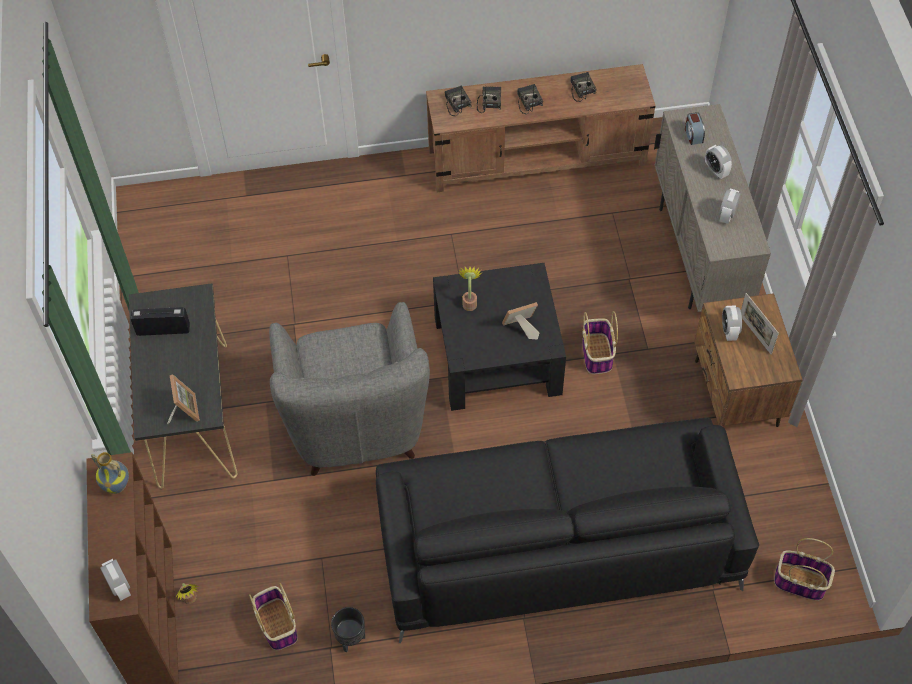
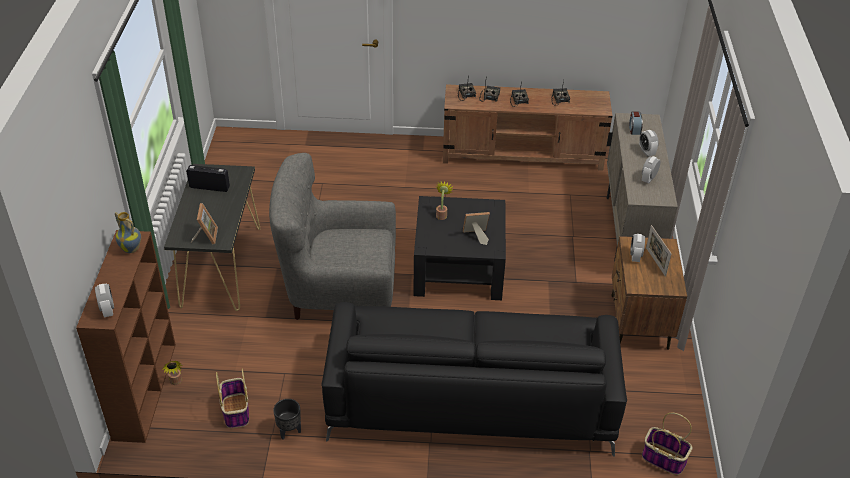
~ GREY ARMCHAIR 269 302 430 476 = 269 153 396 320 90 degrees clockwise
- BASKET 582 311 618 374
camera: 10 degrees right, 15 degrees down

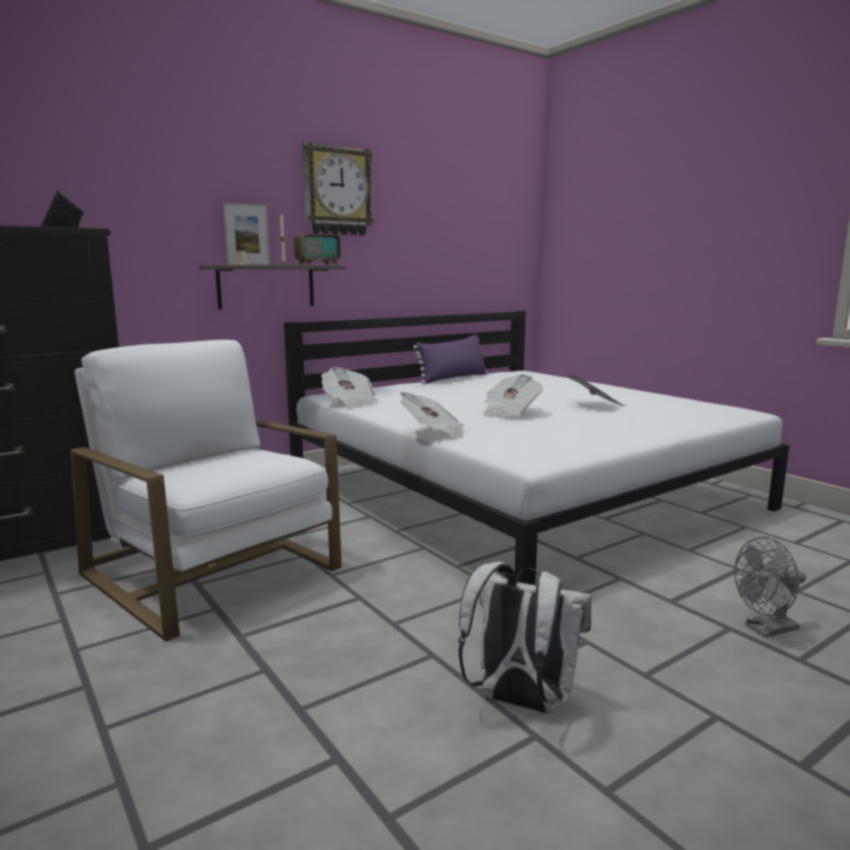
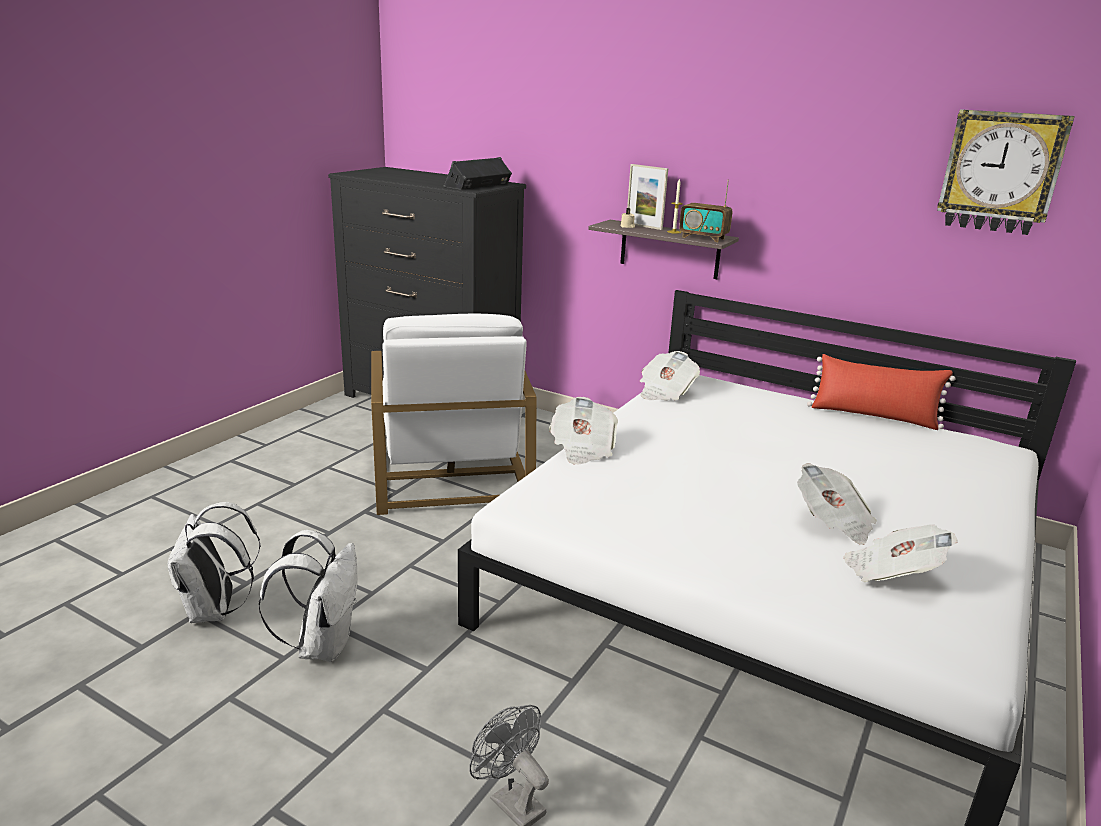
+ WHITE BACKPACK 168 502 261 623
~ WHITE ARMCHAIR 70 340 342 642 = 371 314 536 515 150 degrees clockwise
~ PURPLE PILLOW 413 334 487 384 to RED PILLOW 807 354 955 430
~ NEWSPAPER 483 374 543 417 to 843 524 958 582
~ WALL CLOCK 303 142 374 236 to 937 109 1075 235
camera: 65 degrees right, 10 degrees up

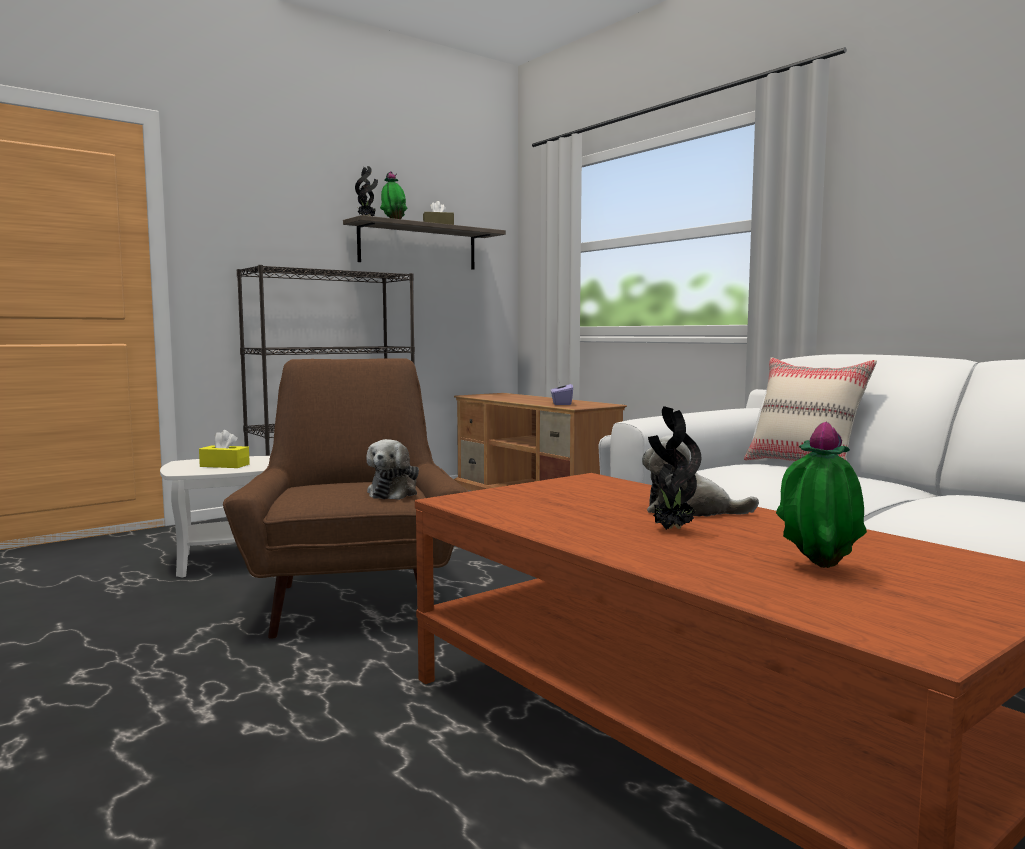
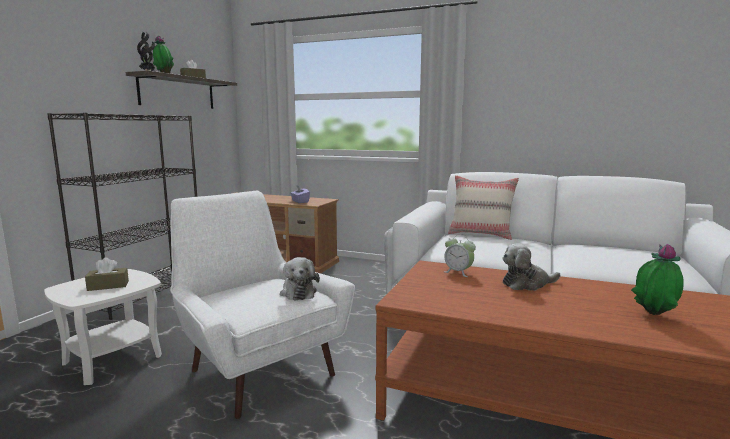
~ YELLOW TISSUE BOX 199 430 250 468 to BROWN TISSUE BOX 85 257 129 291
~ BROWN ARMCHAIR 223 358 469 639 to WHITE ARMCHAIR 170 190 355 419
+ ALARM CLOCK 444 234 476 277
- POTTED PLANT 648 406 701 530
camera: 30 degrees left, 5 degrees up

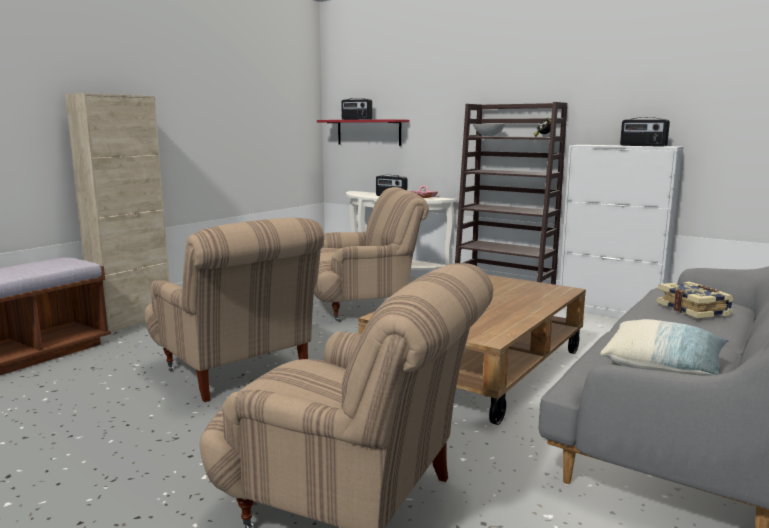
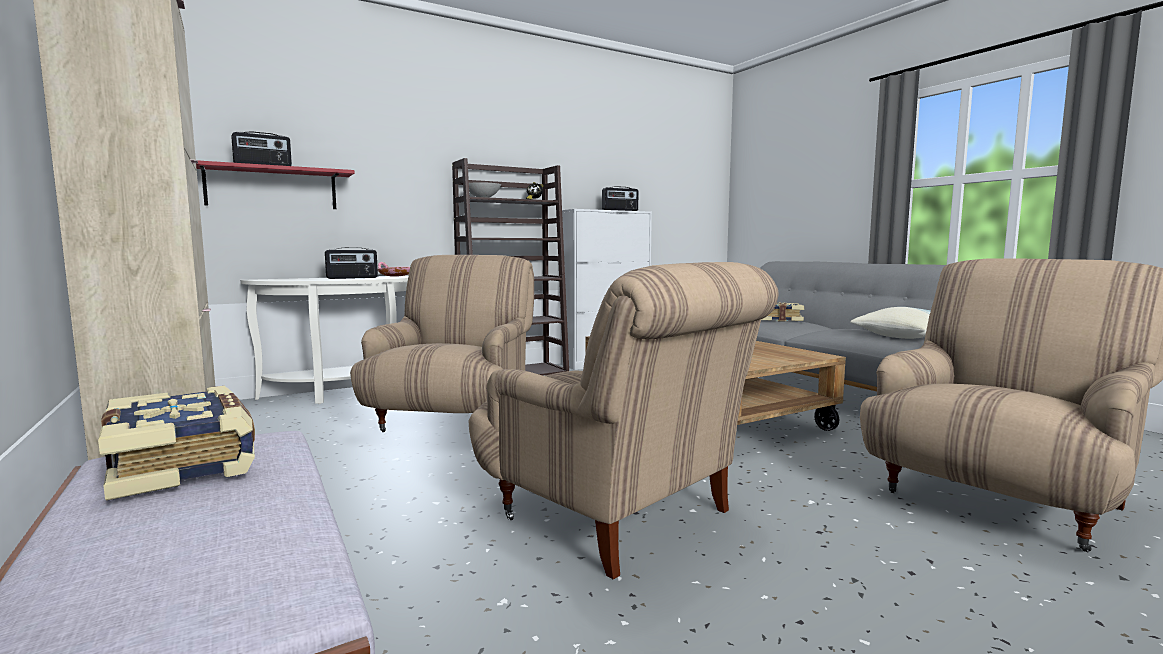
+ BOOK 98 386 255 500
~ BEIGE ARMCHAIR 145 218 325 402 = 468 262 779 580 60 degrees clockwise
camera: 65 degrees left, 5 degrees down

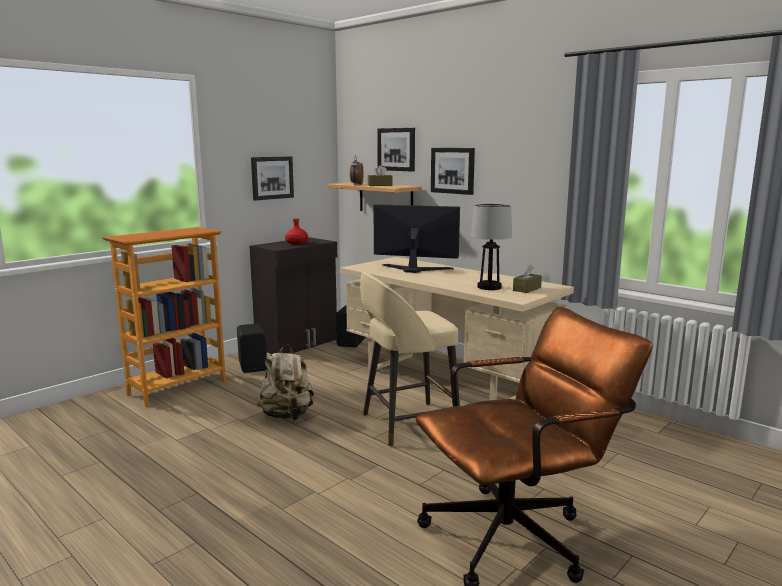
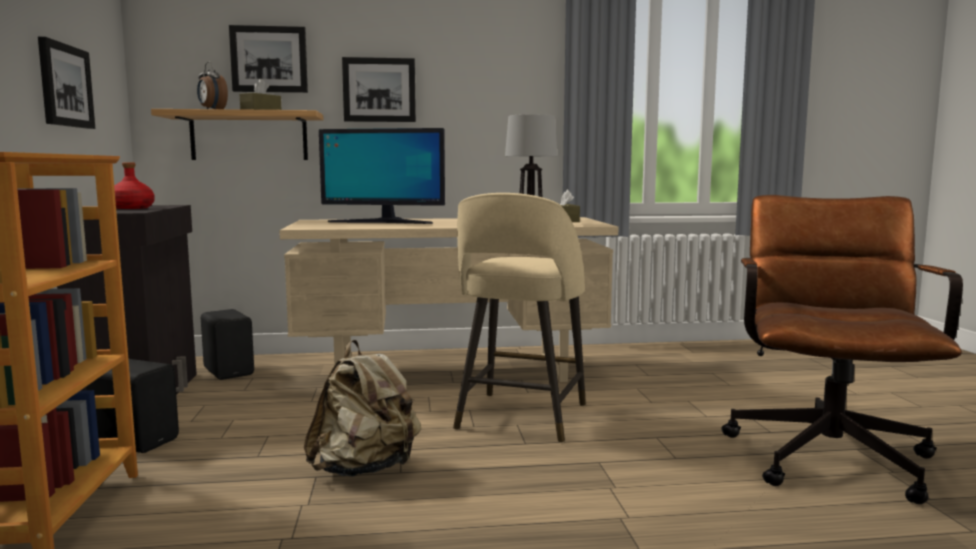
~ MONITOR 373 204 460 273 = 319 128 445 224 135 degrees counterclockwise
camera: 50 degrees left, 5 degrees down

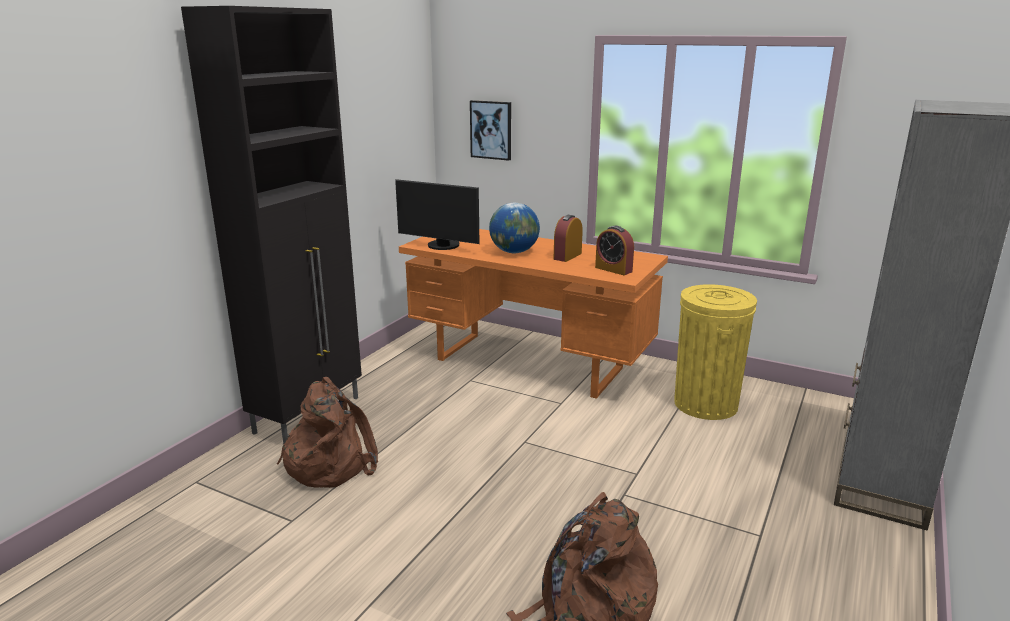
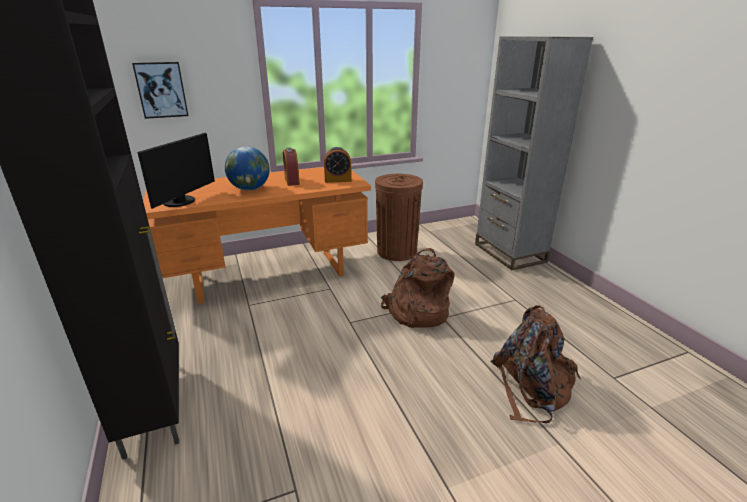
~ MONITOR 395 179 479 250 = 137 133 215 209 45 degrees counterclockwise
~ YELLOW TRASH CAN 674 284 757 420 to BROWN TRASH CAN 375 174 423 261
~ BROWN BACKPACK 277 377 378 488 to 381 248 455 328
camera: 50 degrees left, 5 degrees up

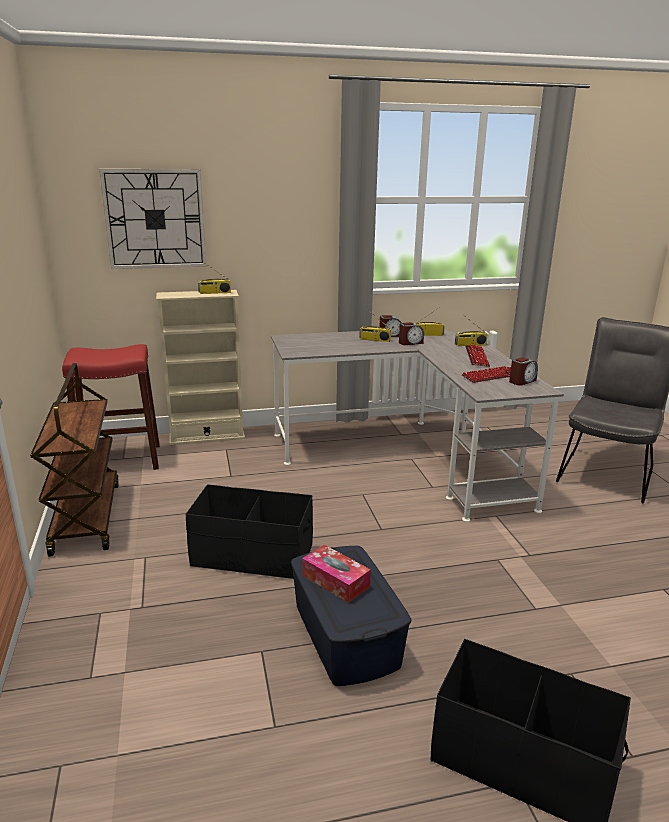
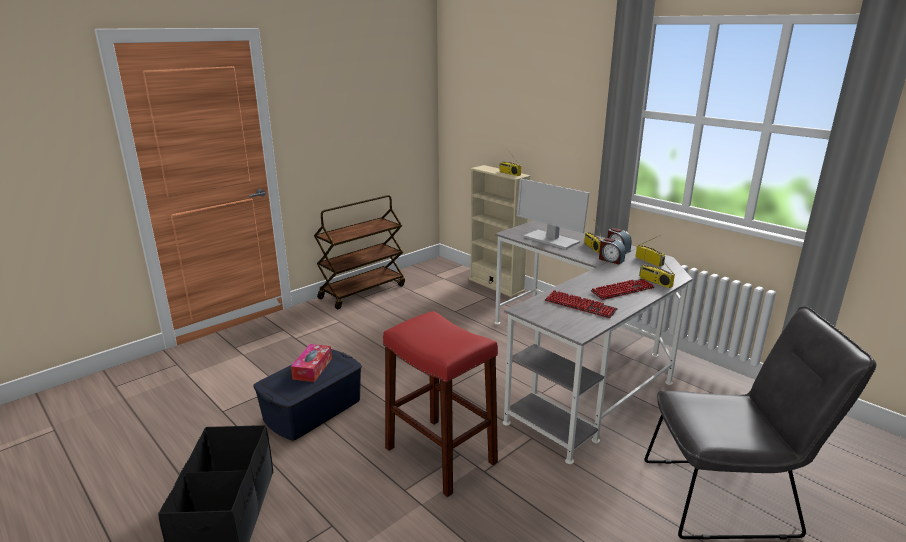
~ RED STOOL 62 344 160 470 to 383 311 498 497
+ MONITOR 516 179 589 249
- WALL CLOCK 99 169 207 269
- BLACK STORAGE BOX 185 484 313 579
- ALARM CLOCK 509 357 538 386
camera: 60 degrees right, 0 degrees up

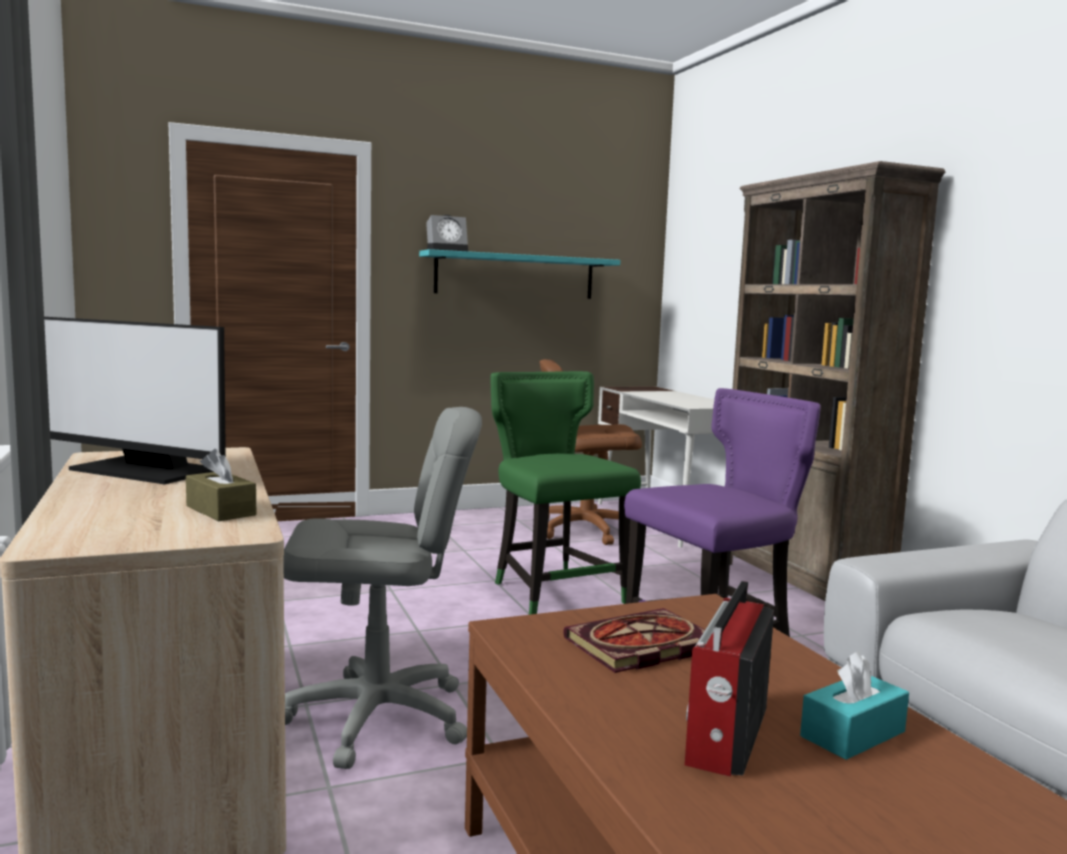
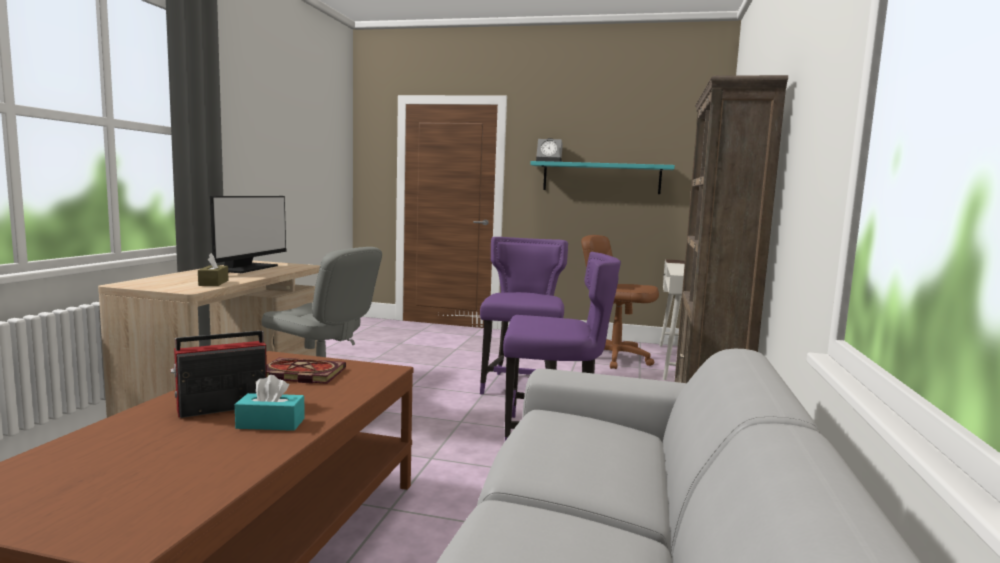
~ MONITOR 44 317 226 484 = 210 196 286 273 135 degrees counterclockwise
~ GREEN CHAIR 491 371 641 615 to PURPLE CHAIR 480 237 568 395
camera: 35 degrees right, 0 degrees up

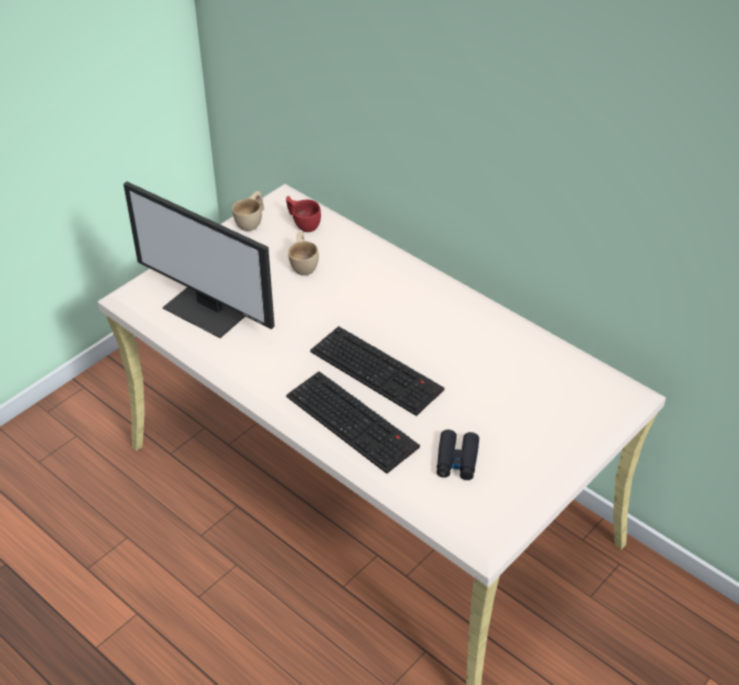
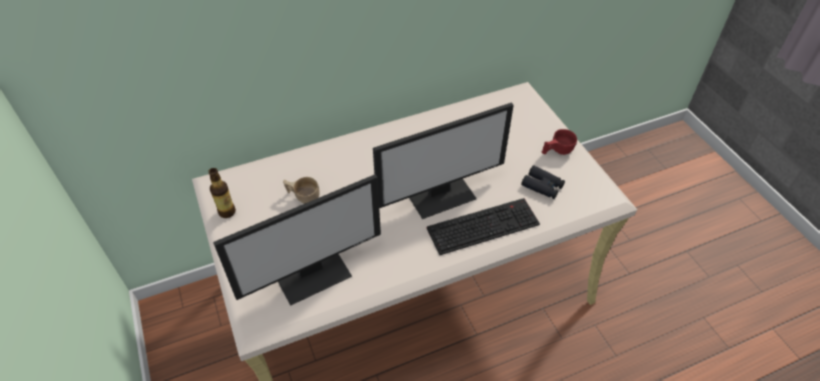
~ BEIGE CUP 232 191 264 231 to BOTTLE 208 168 236 218
~ KEYBOARD 310 326 444 416 to MONITOR 373 103 514 219
~ RED CUP 286 196 321 232 to 542 129 577 155
camera: 65 degrees left, 5 degrees up

